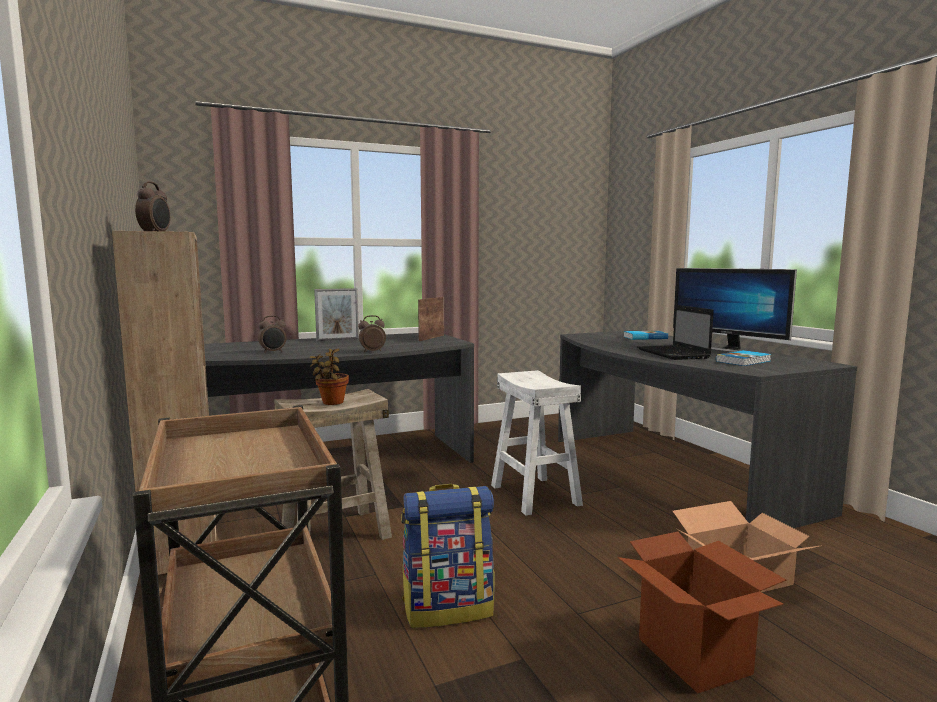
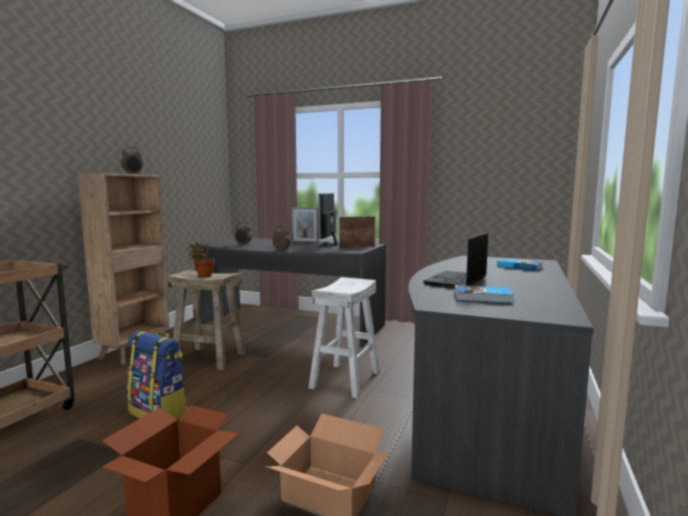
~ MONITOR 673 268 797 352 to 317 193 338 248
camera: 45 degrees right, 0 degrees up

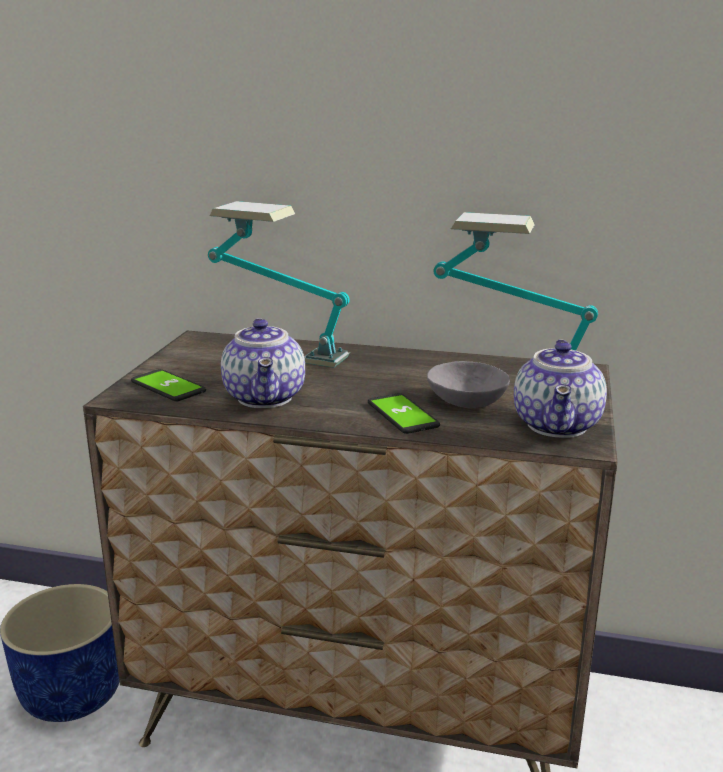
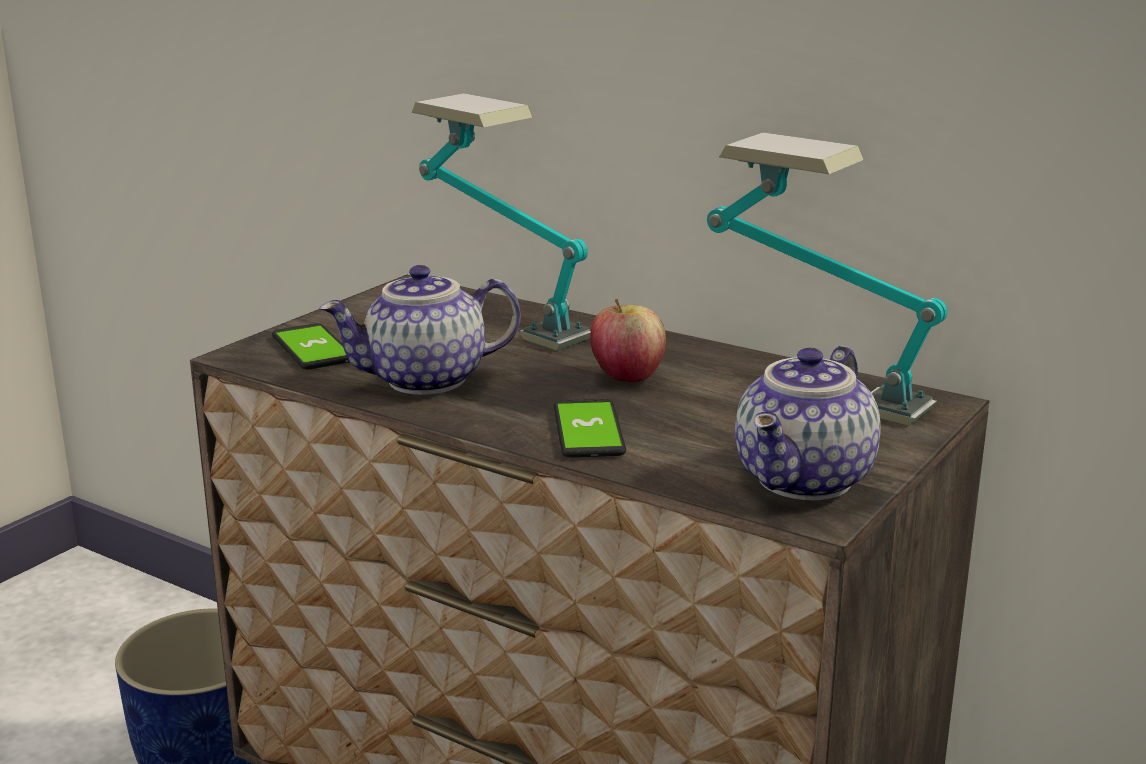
~ TEAPOT 221 318 305 408 = 319 265 521 395 60 degrees clockwise
+ APPLE 590 299 666 382
- GREY BOWL 427 361 510 408
camera: 20 degrees right, 0 degrees up

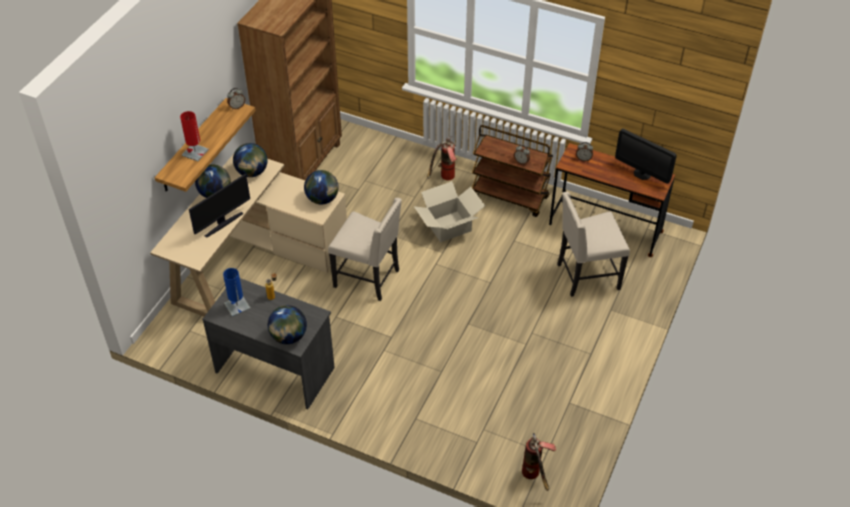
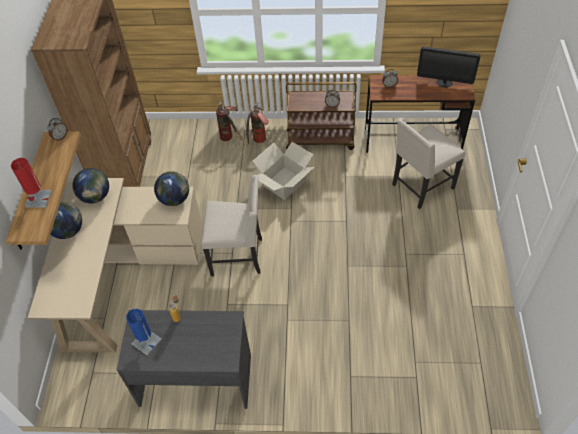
~ FIRE EXTINGUISHER 522 433 556 491 to 216 101 243 141
- MONITOR 189 174 250 238
- GLOBE 268 305 307 344
camera: 20 degrees left, 5 degrees up

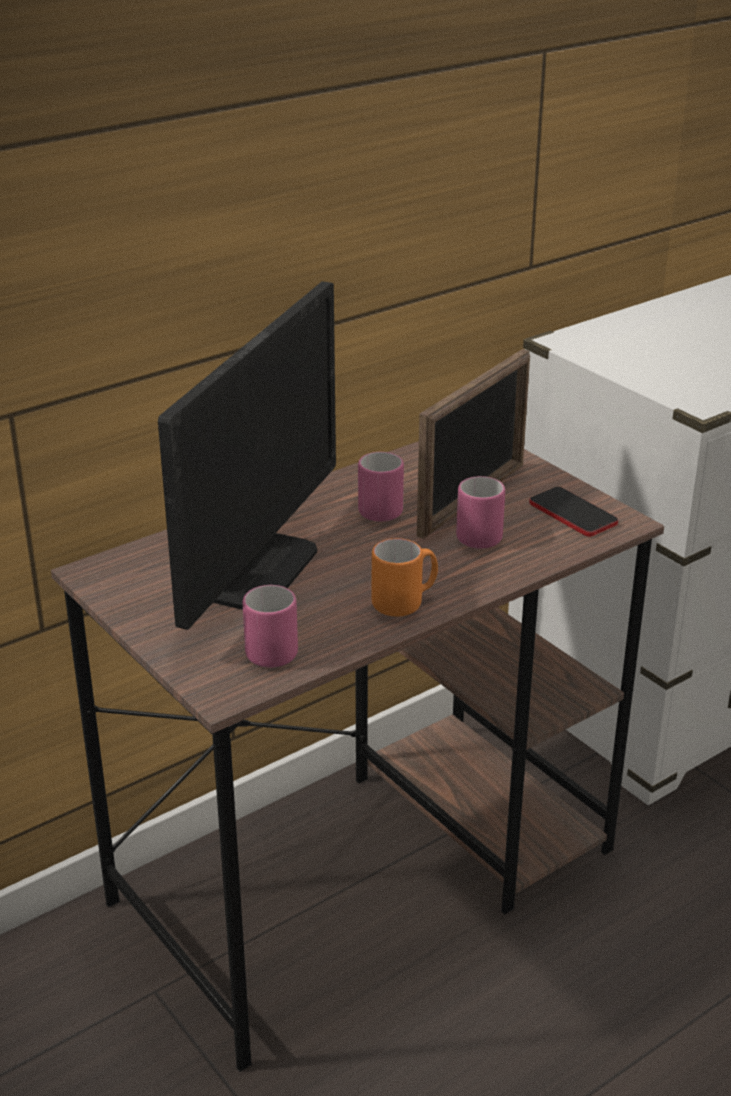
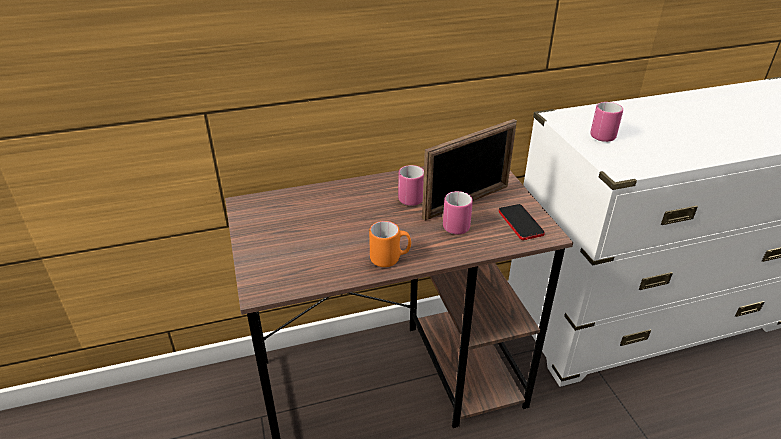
~ PINK MUG 243 585 298 668 to 590 102 623 142
- MONITOR 158 281 336 630
camera: 20 degrees right, 5 degrees up

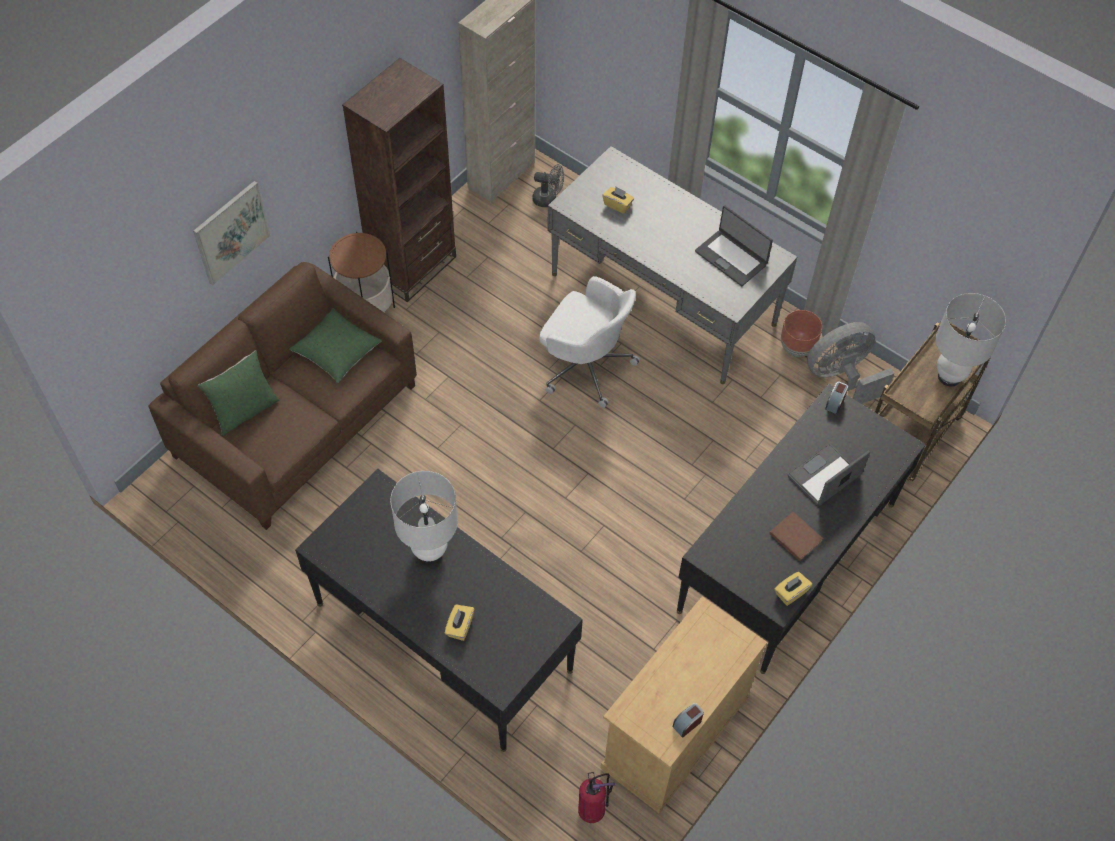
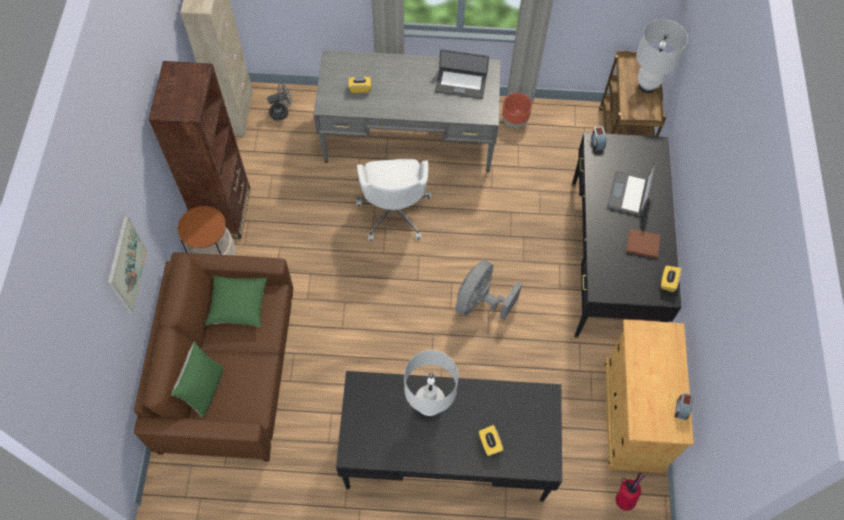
~ WHITE OFFICE CHAIR 539 276 640 408 = 356 159 431 241 90 degrees clockwise
~ GREY FAN 807 322 895 404 to 455 260 522 320
camera: 35 degrees left, 5 degrees up

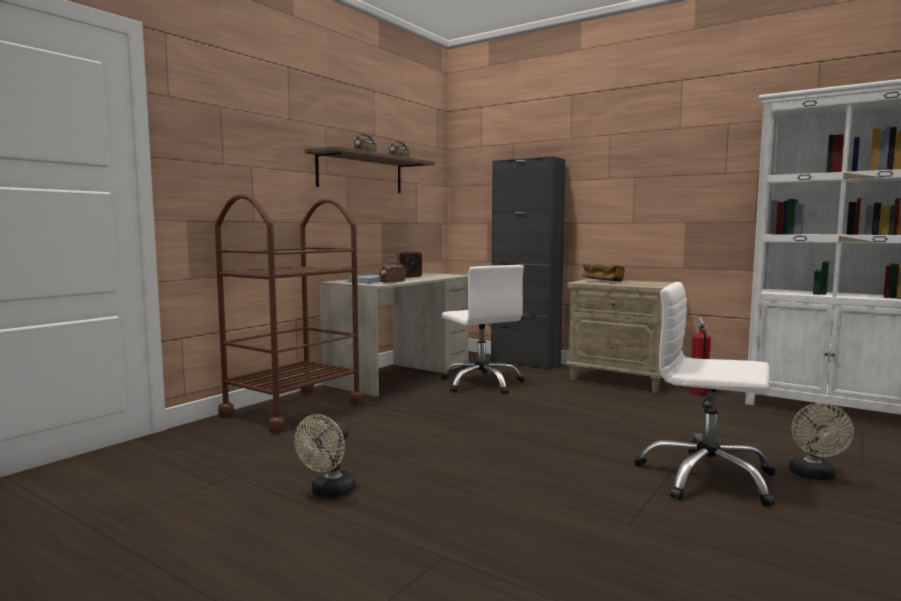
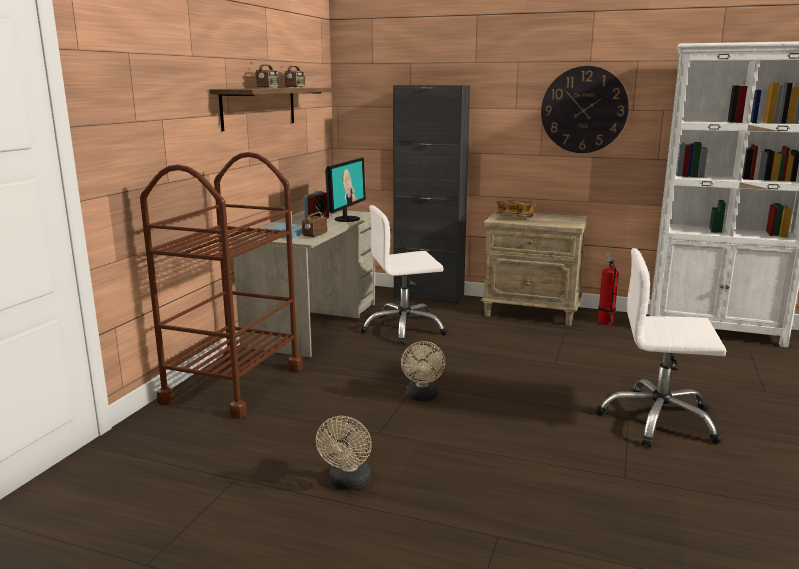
+ MONITOR 325 158 366 222
~ WHITE OFFICE CHAIR 441 265 525 394 = 360 205 448 345 120 degrees clockwise
~ BEIGE FAN 789 403 854 480 to 401 341 446 401
+ WALL CLOCK 541 66 629 153
camera: 15 degrees left, 10 degrees up

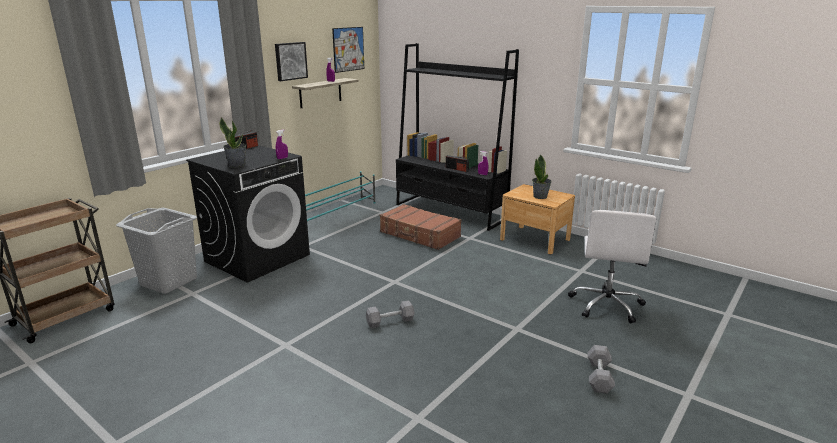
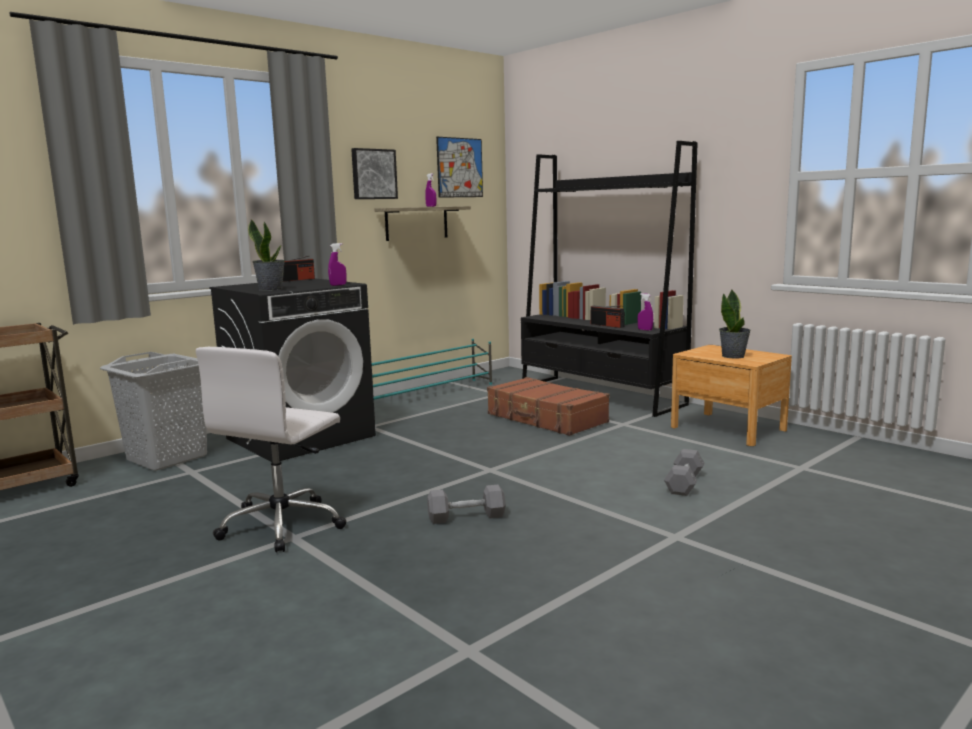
~ WHITE OFFICE CHAIR 568 210 656 323 to 196 347 346 553
~ GREY DUMBBELL 587 345 615 394 to 664 449 704 496
camera: 10 degrees right, 10 degrees down

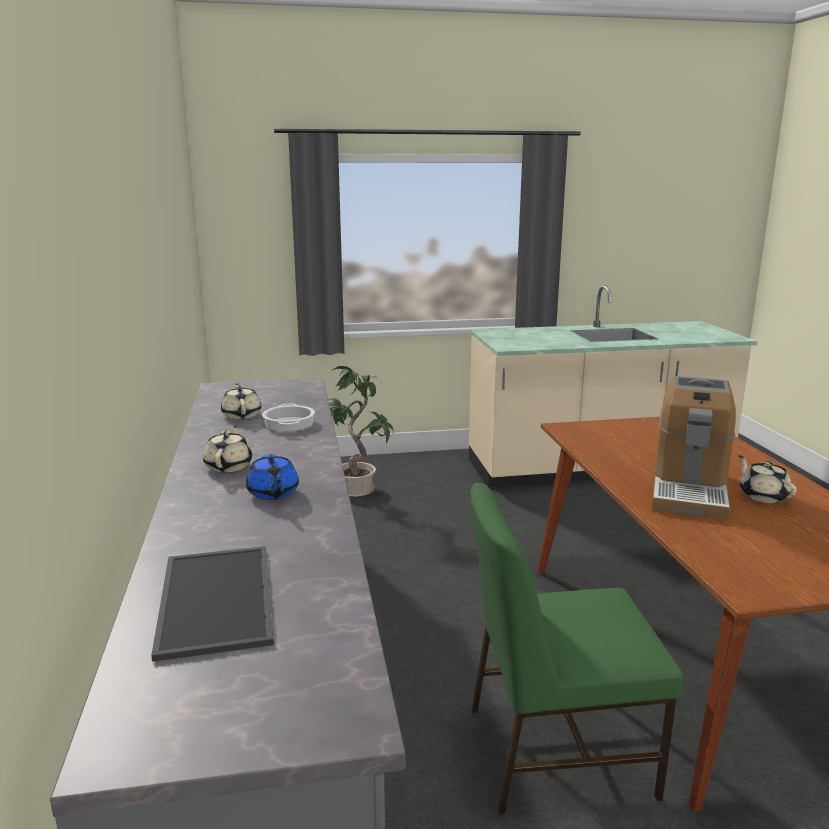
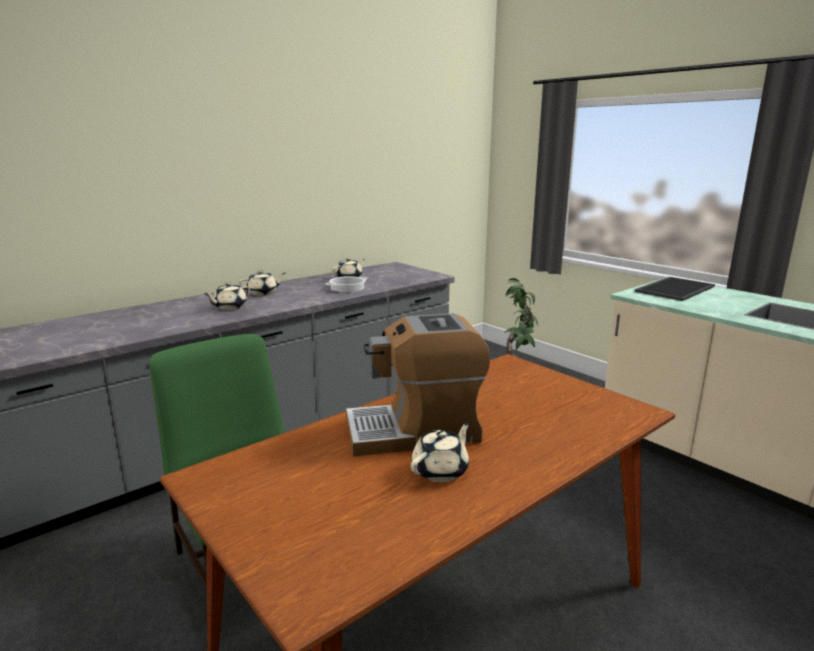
~ BLUE TEAPOT 246 454 299 500 to BEIGE TEAPOT 204 282 250 310
~ TRAY 151 546 274 662 to 635 277 715 301
camera: 60 degrees right, 0 degrees up

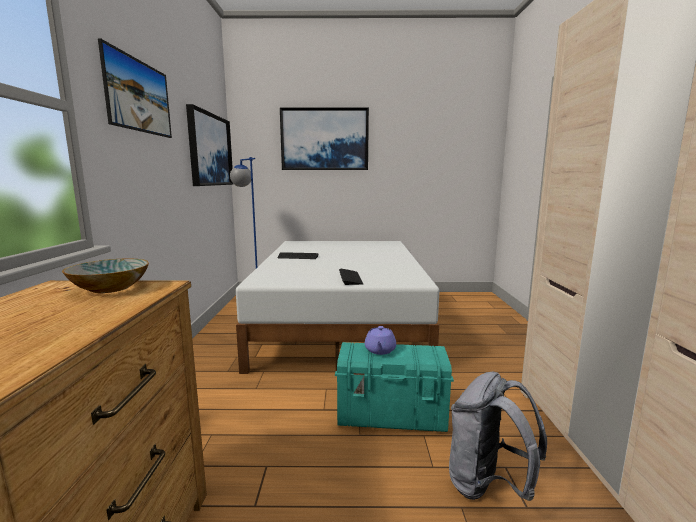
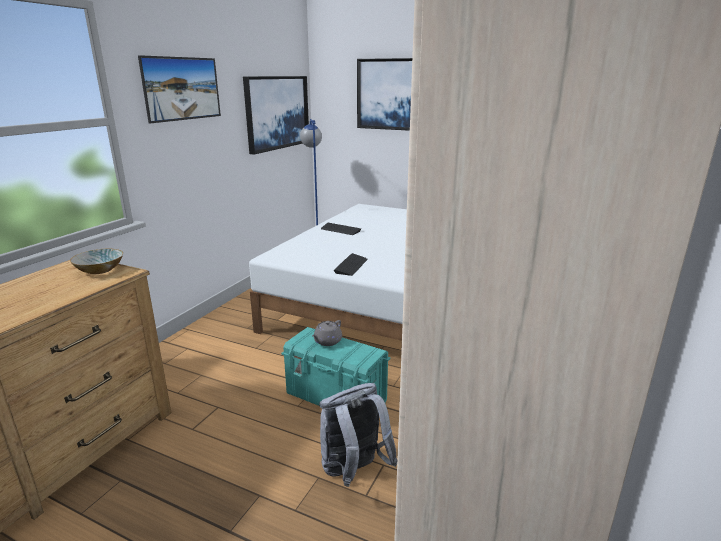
~ PURPLE TEAPOT 365 326 396 355 to GREY TEAPOT 312 320 342 346
camera: 25 degrees right, 10 degrees up

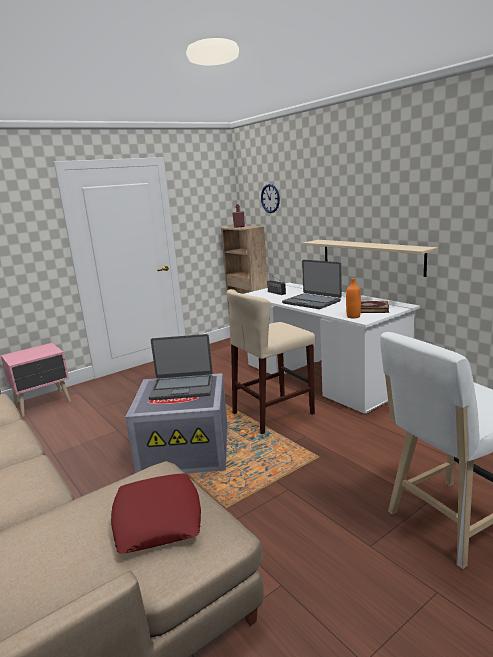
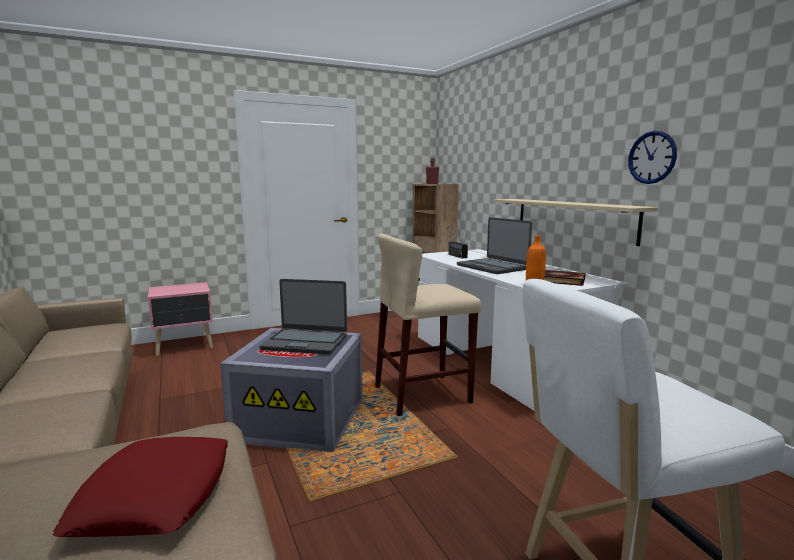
~ WALL CLOCK 261 184 280 213 to 628 131 677 184
camera: 10 degrees right, 5 degrees down

